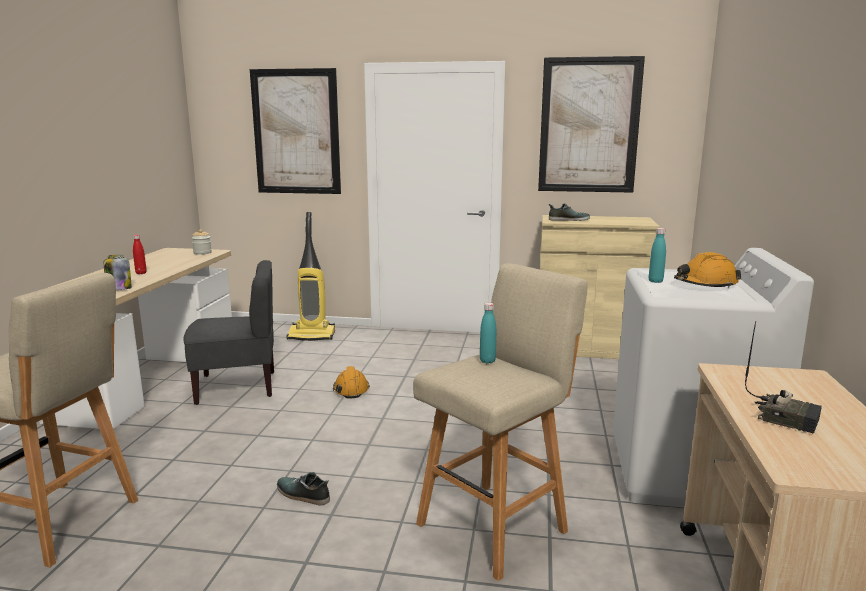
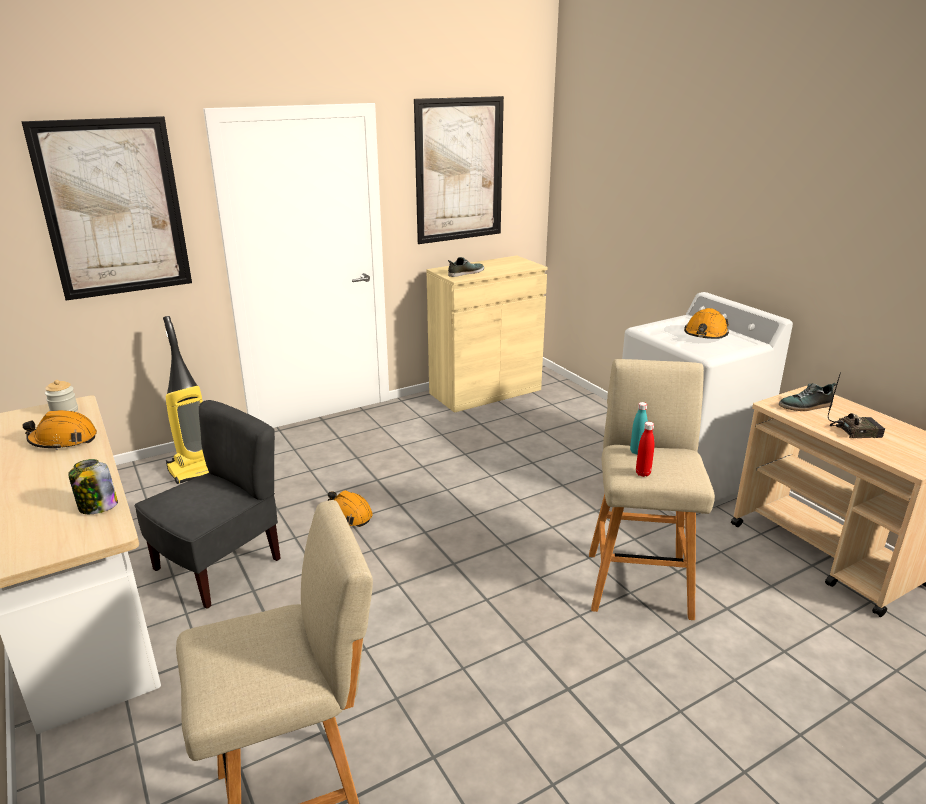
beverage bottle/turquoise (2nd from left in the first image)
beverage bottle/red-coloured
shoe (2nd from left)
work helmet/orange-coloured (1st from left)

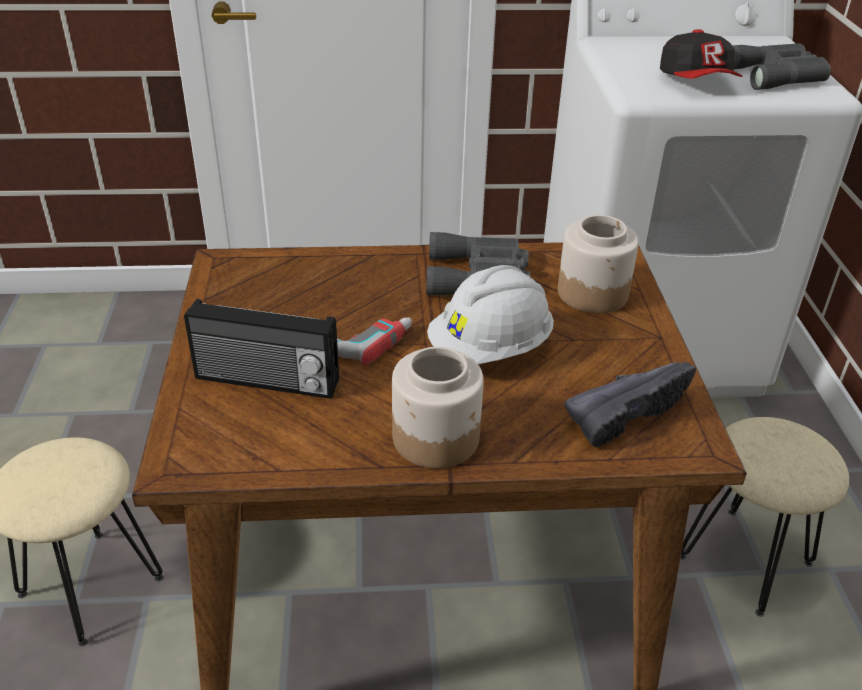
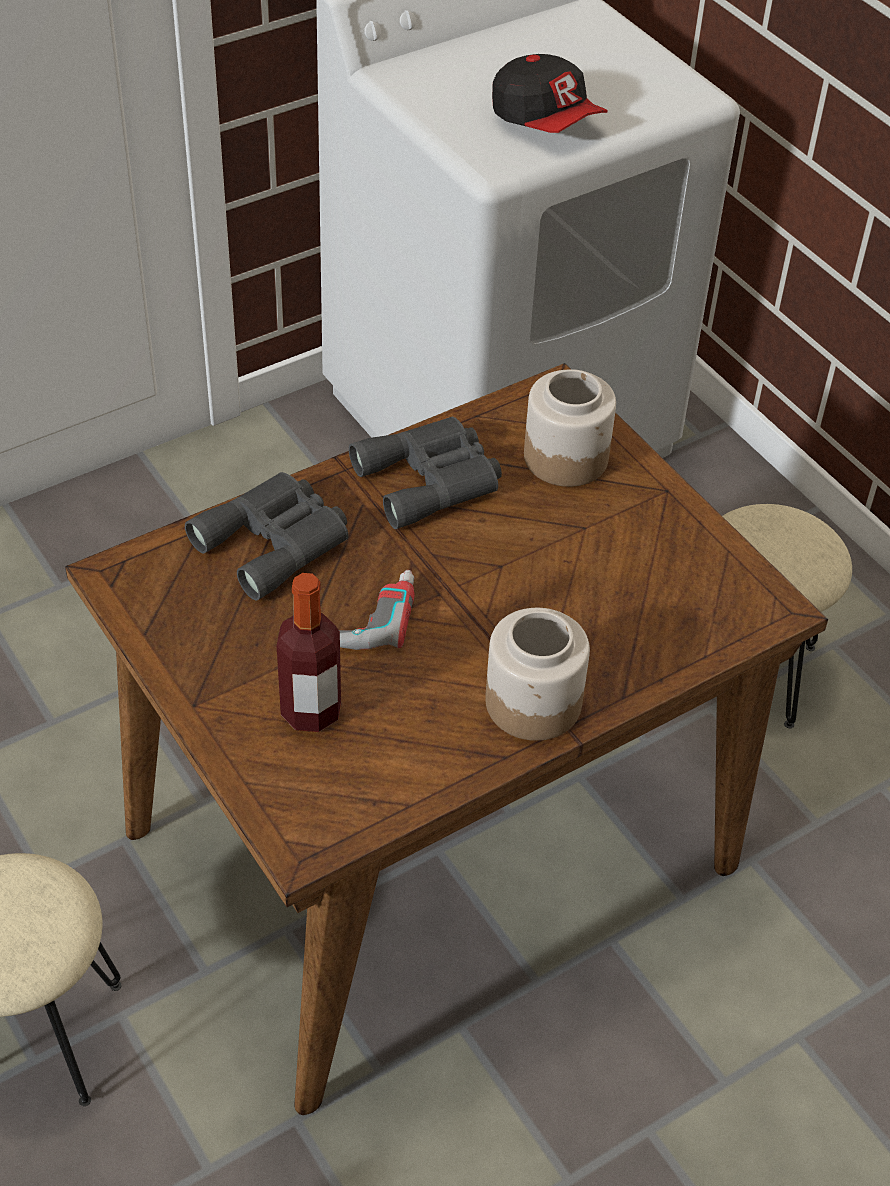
field glasses/greyish (1st from left)
work helmet/white-coloured
beverage bottle
shoe/black-coloured

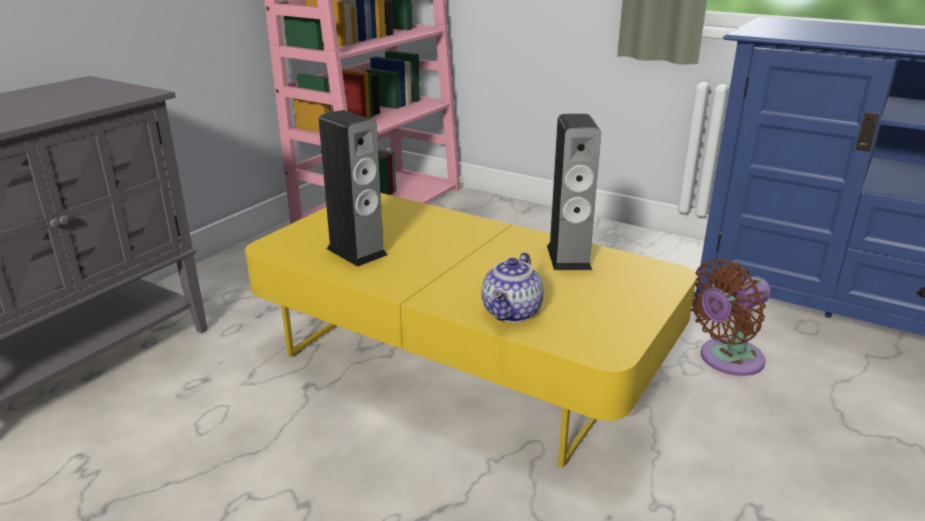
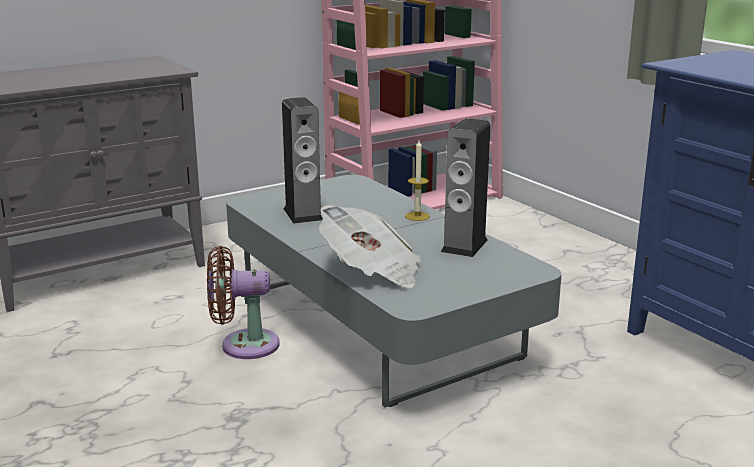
low table/greyish
newspaper
electric fan/brown
wax candle

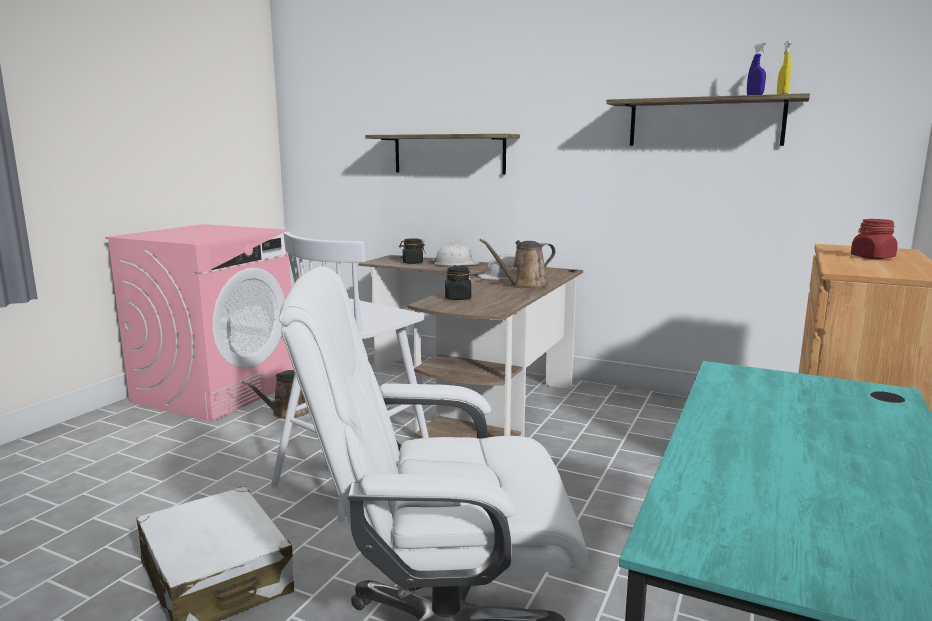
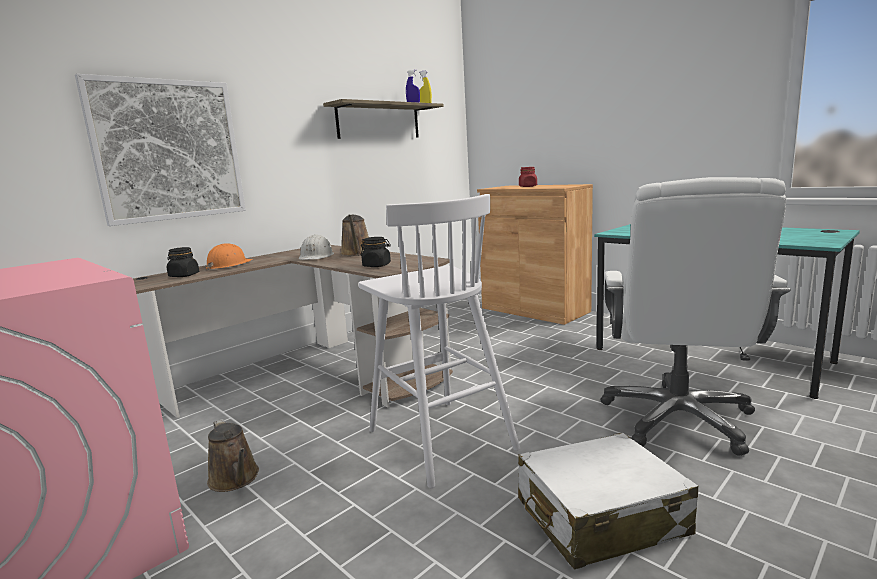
picture
work helmet/orange-coloured

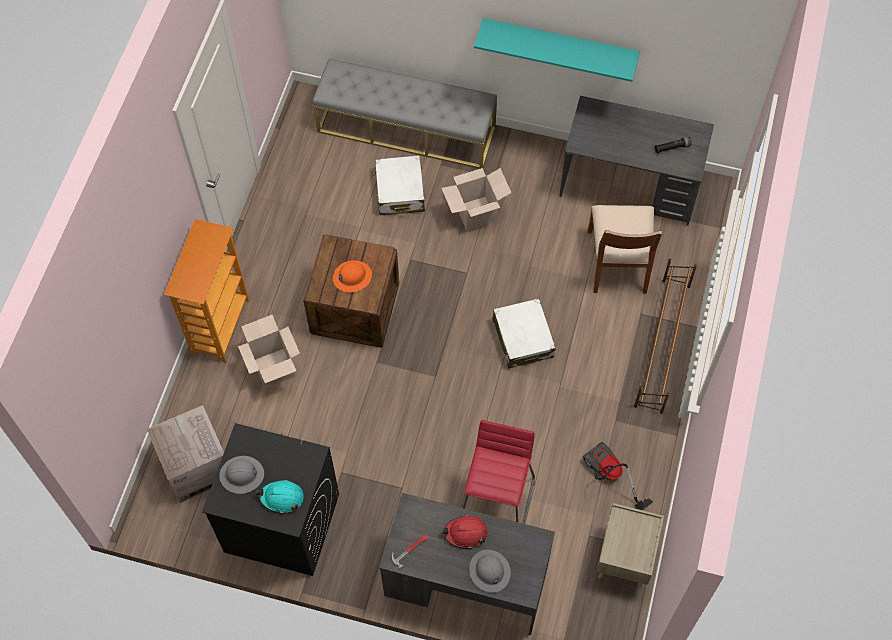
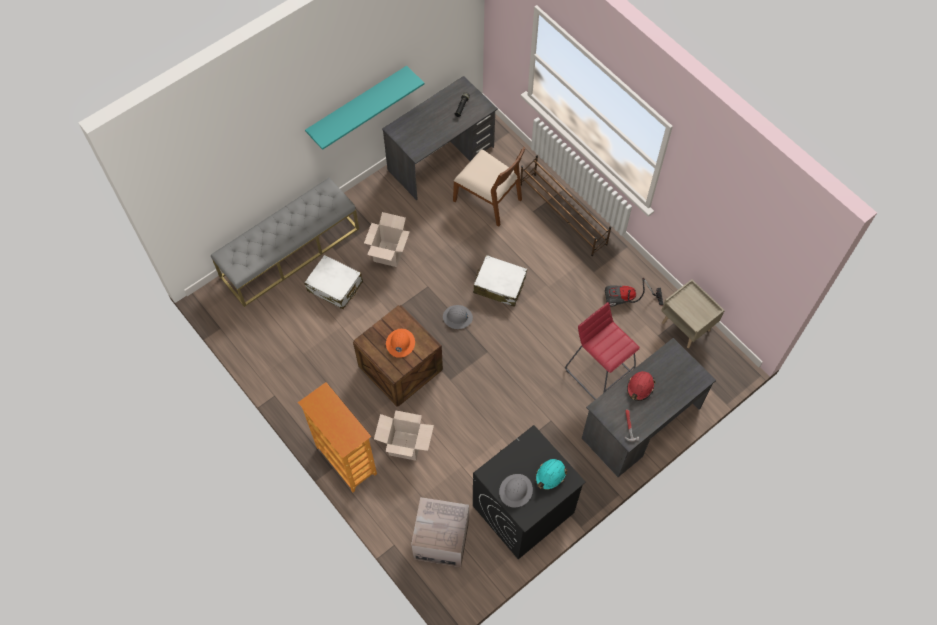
work helmet/greyish (1st from left)

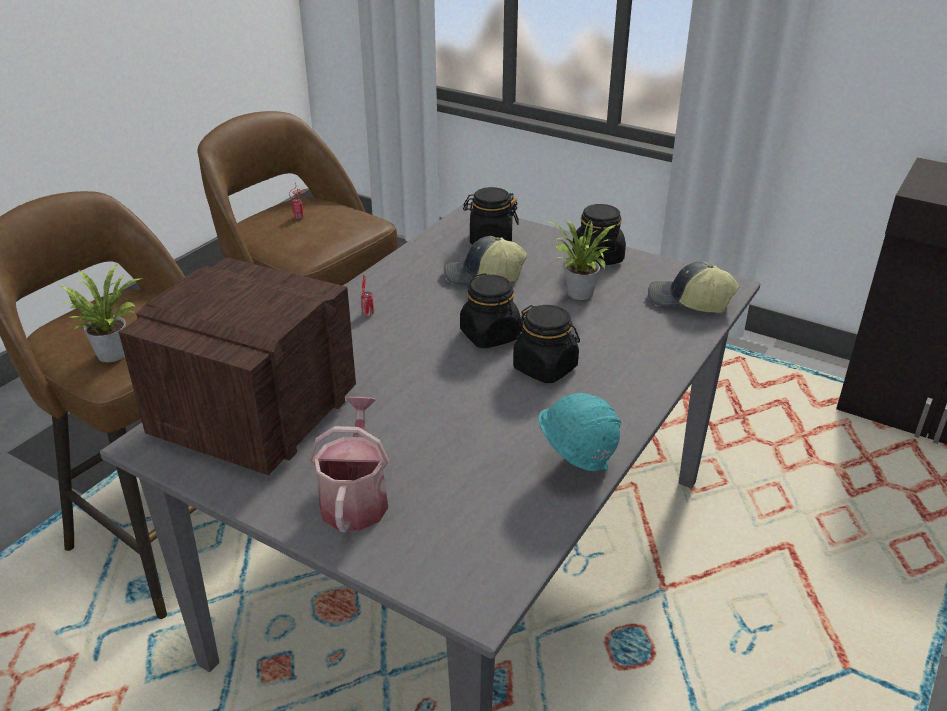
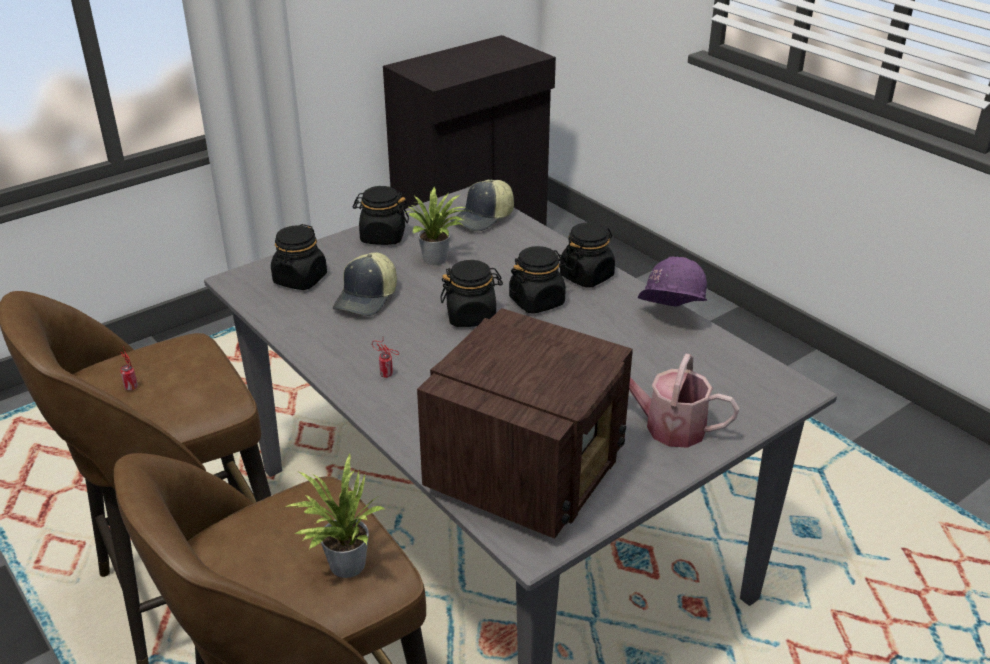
radio set
work helmet/purple
storage jar/black-coloured (5th from left)

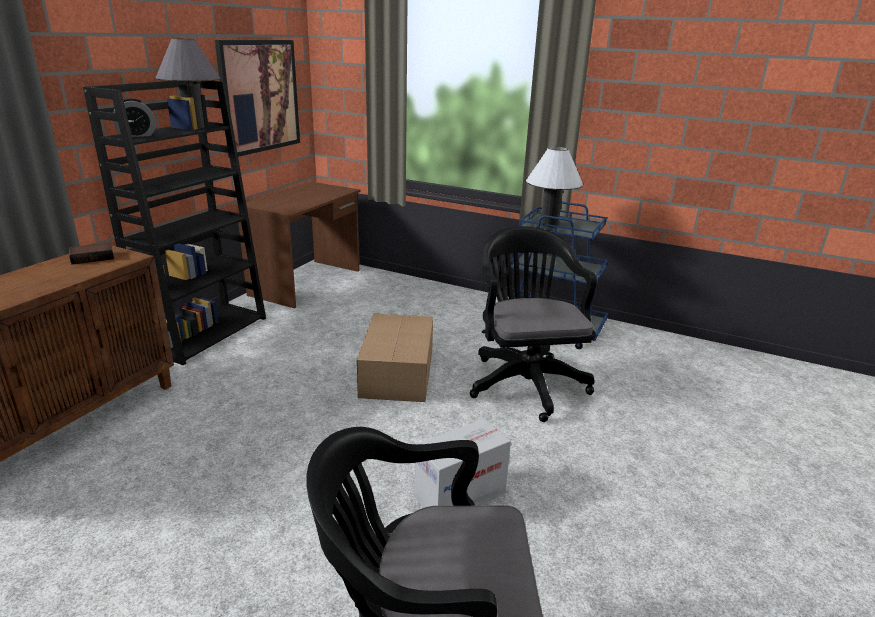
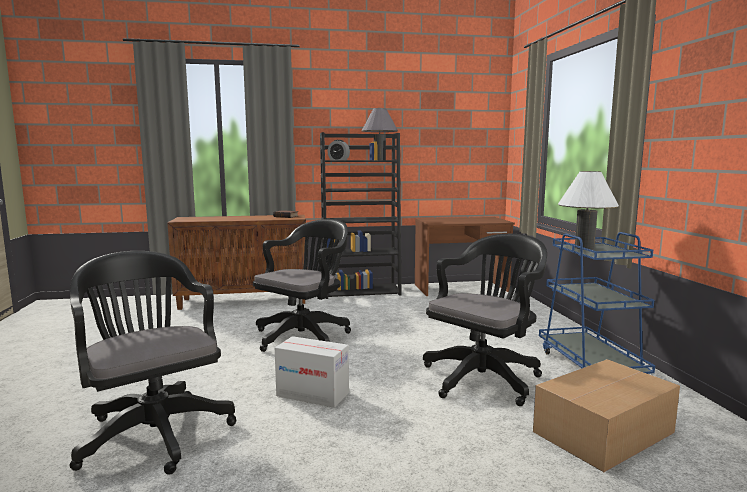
picture
cardboard box (2nd from left)
computer chair/black-coloured (2nd from left)

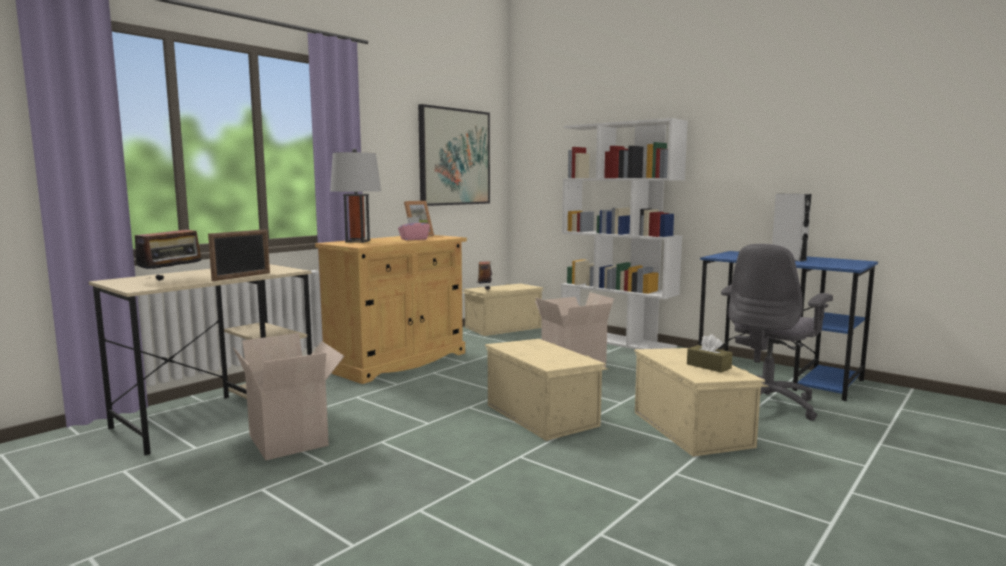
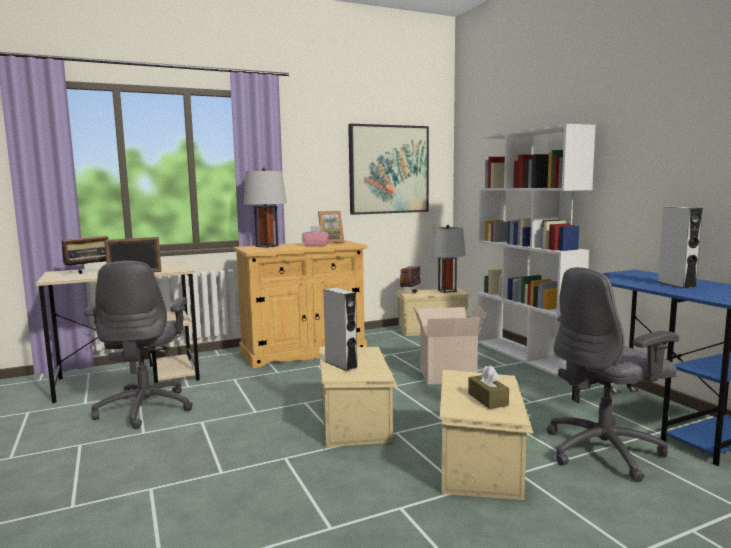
computer chair/greyish (1st from left)
lamp for a table/greyish (2nd from left)
speaker/greyish (1st from left)

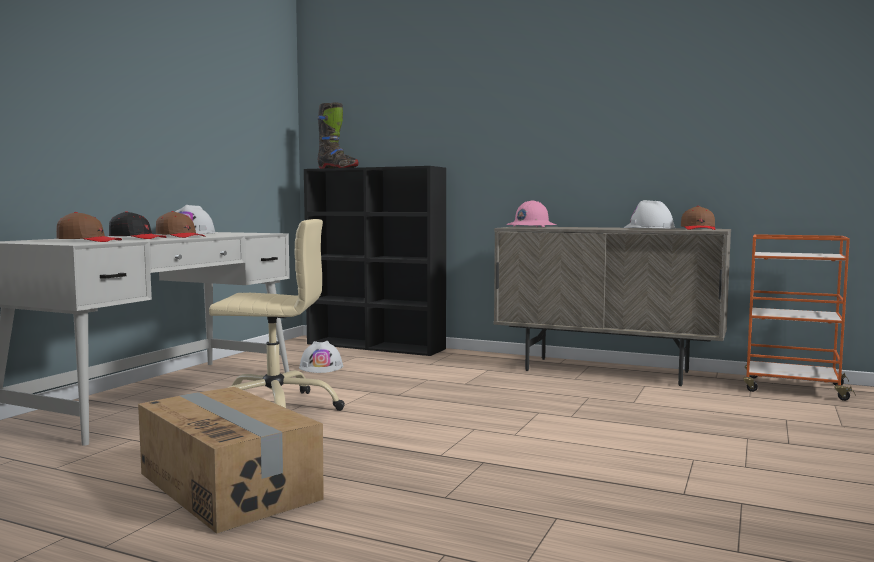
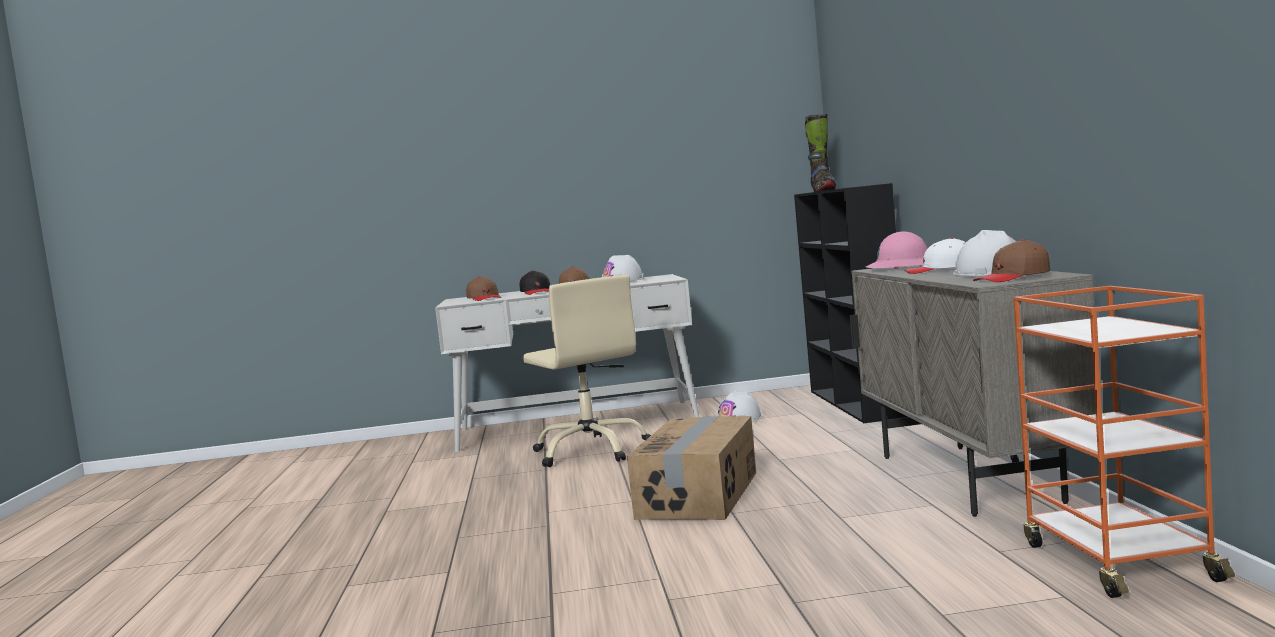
cardboard box
cap/white-coloured

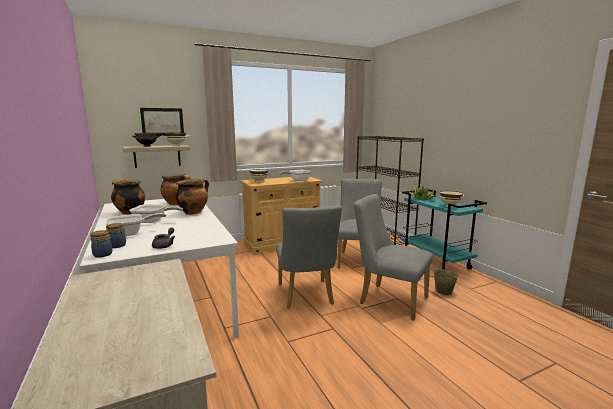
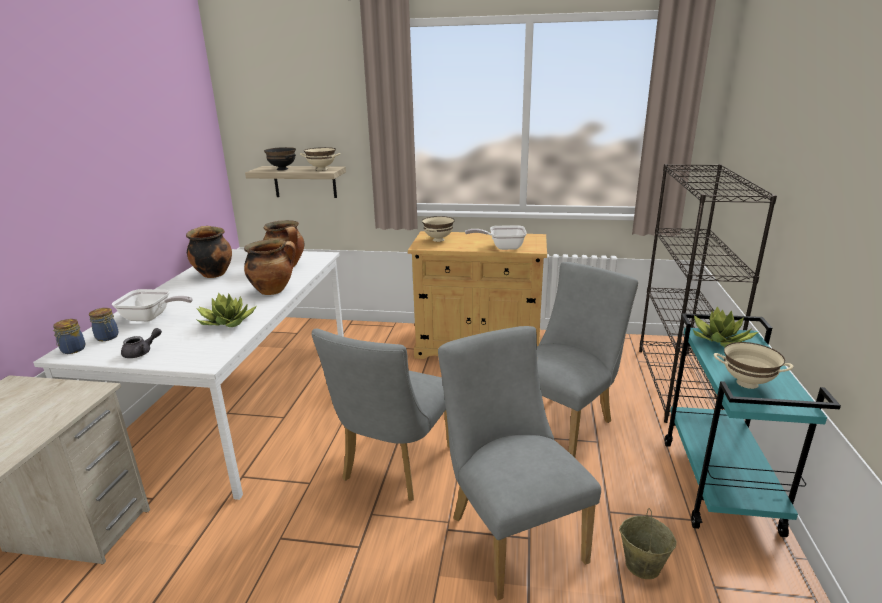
picture
skillet (2nd from left in the first image)
plant in a pot (1st from left)

